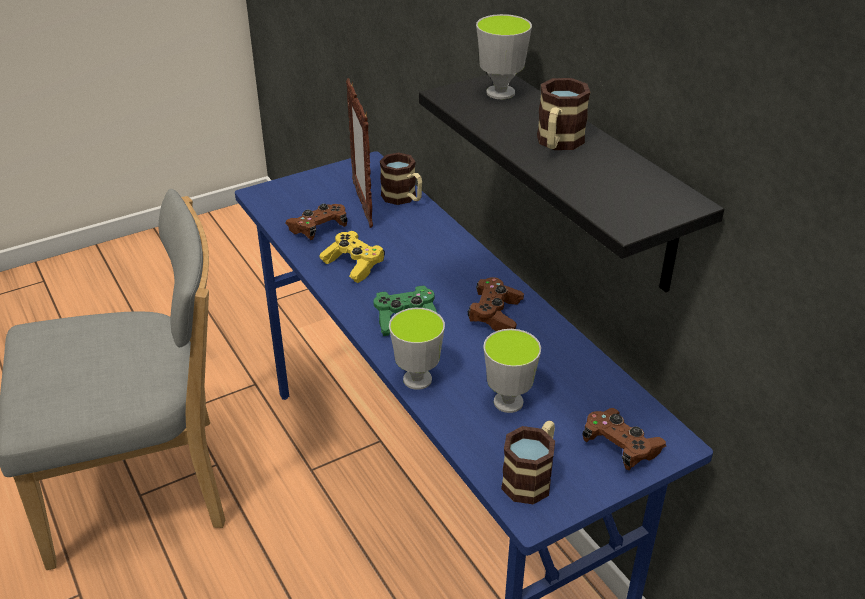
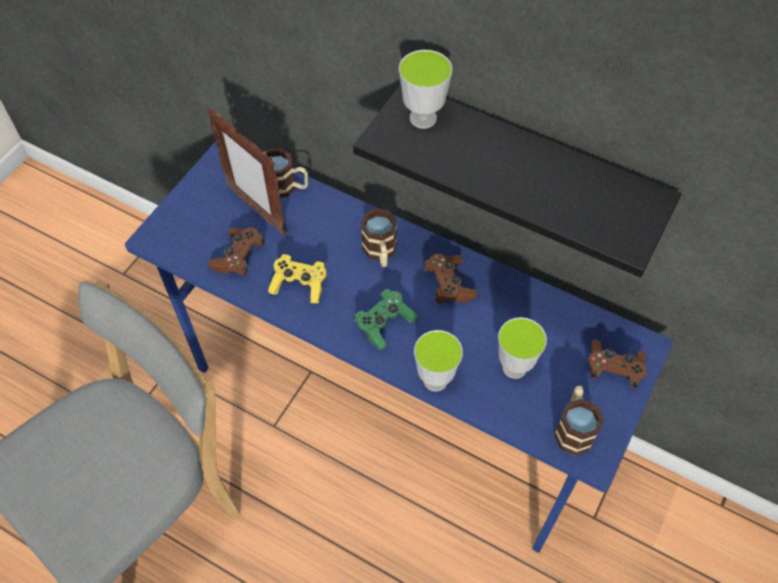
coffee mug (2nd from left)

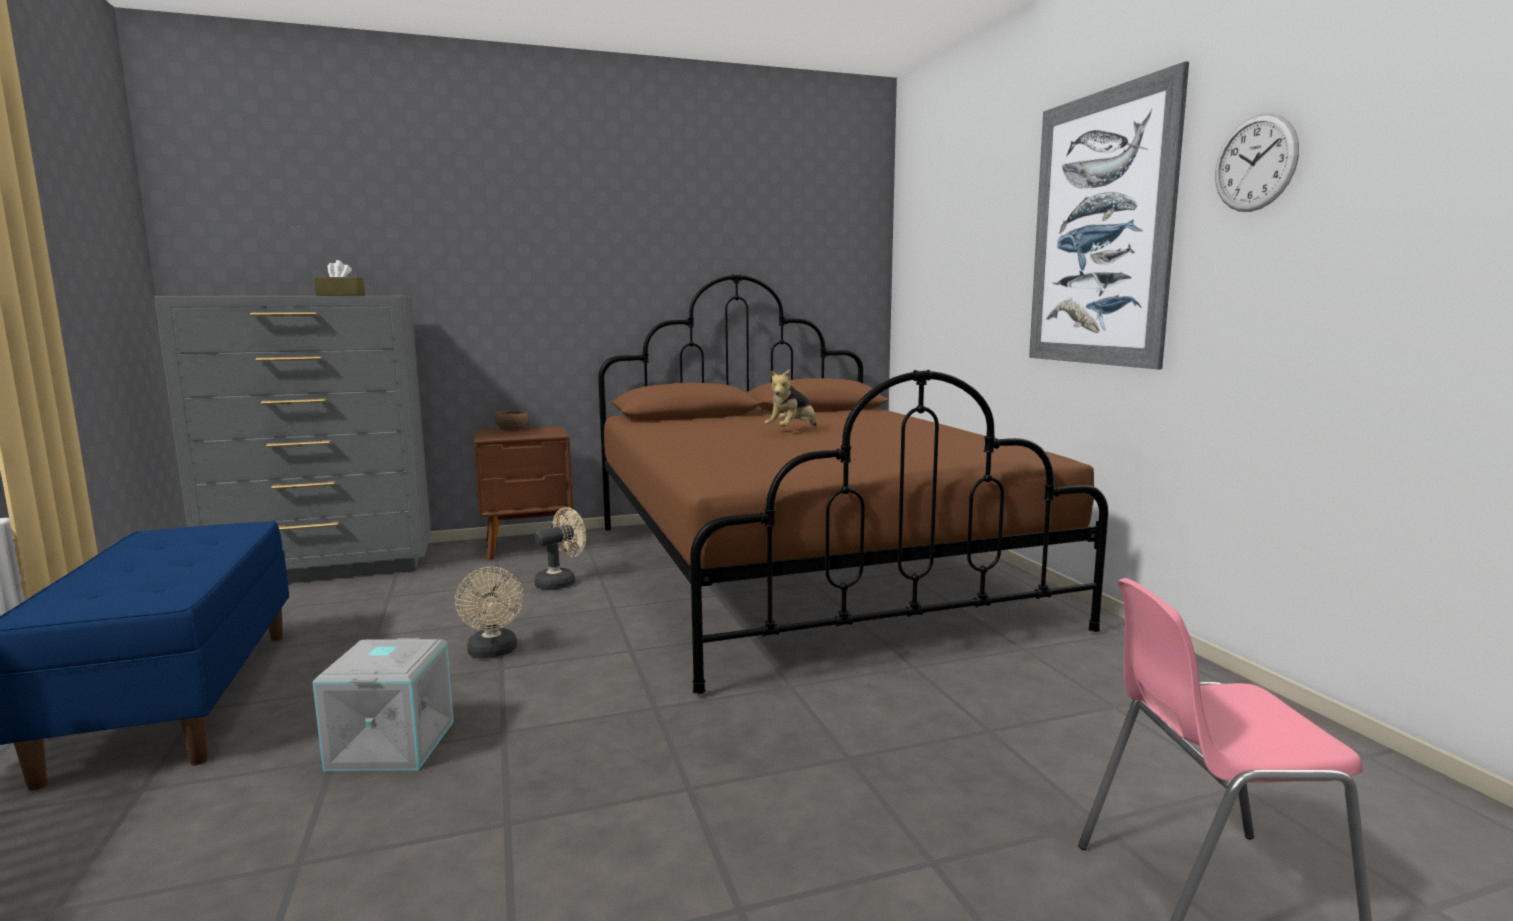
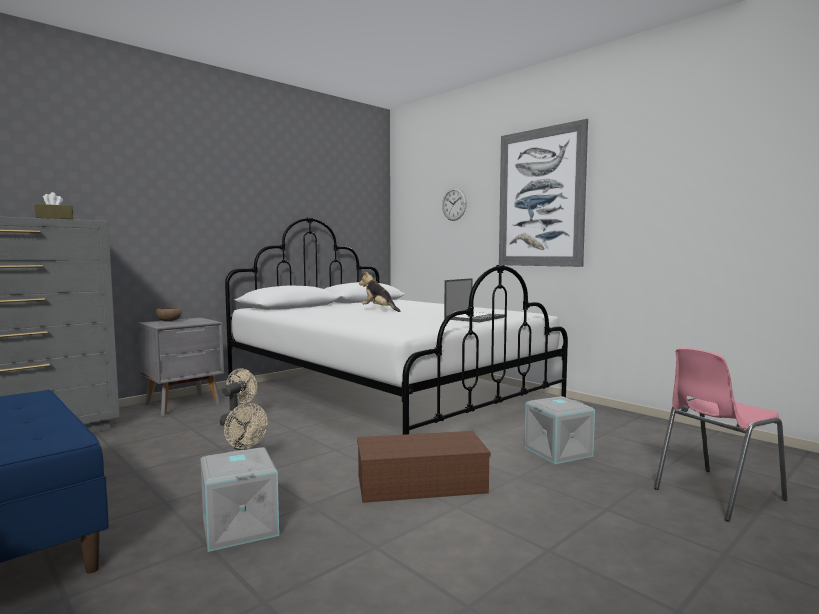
wall clock
bedroom bed/white-coloured
cuddly toy
nightstand/greyish
notebook computer
storage bin/greyish (2nd from left)
storage bin/brown

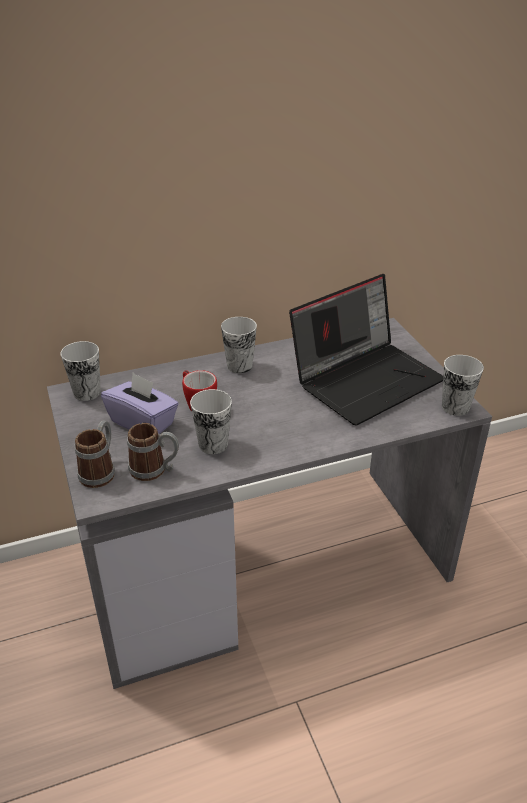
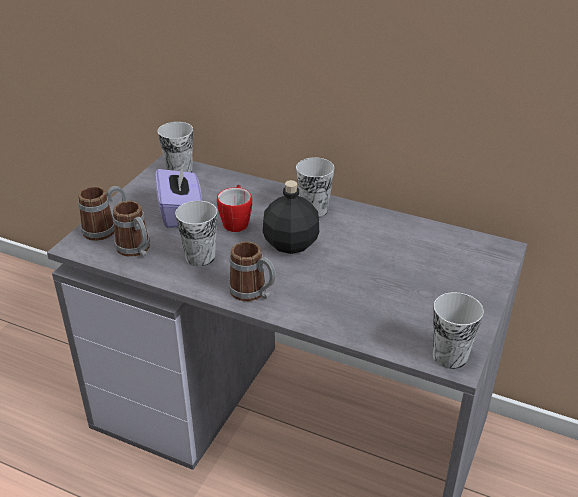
notebook computer
beverage bottle/black-coloured
coffee mug (4th from left)

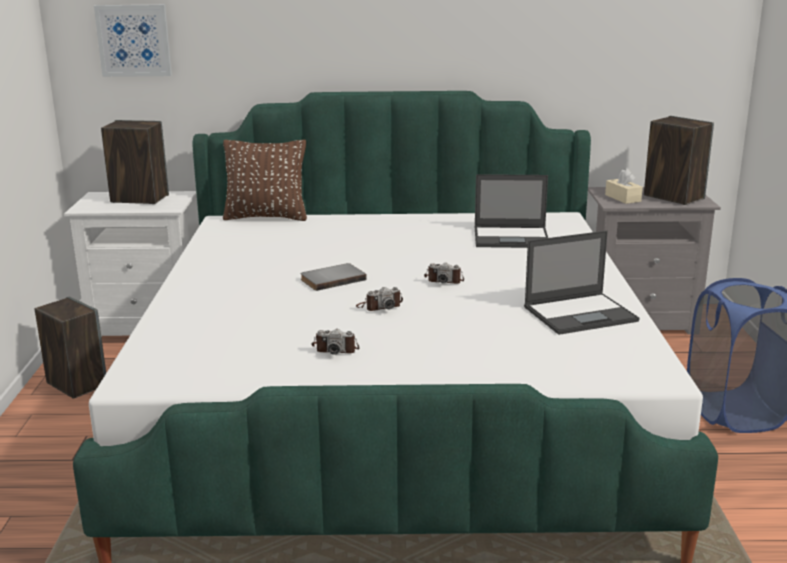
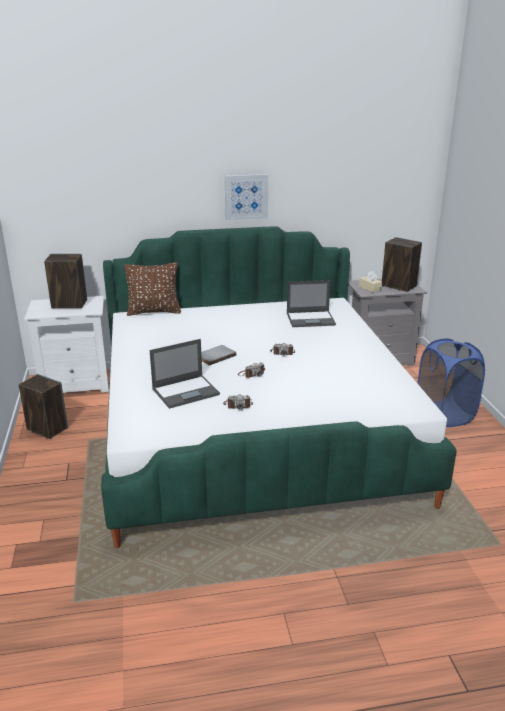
picture
notebook computer (1st from left)

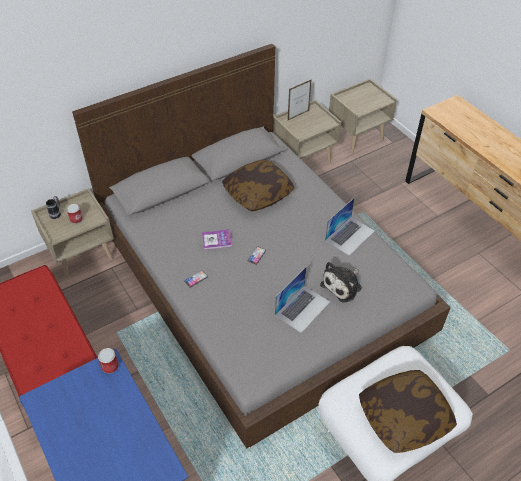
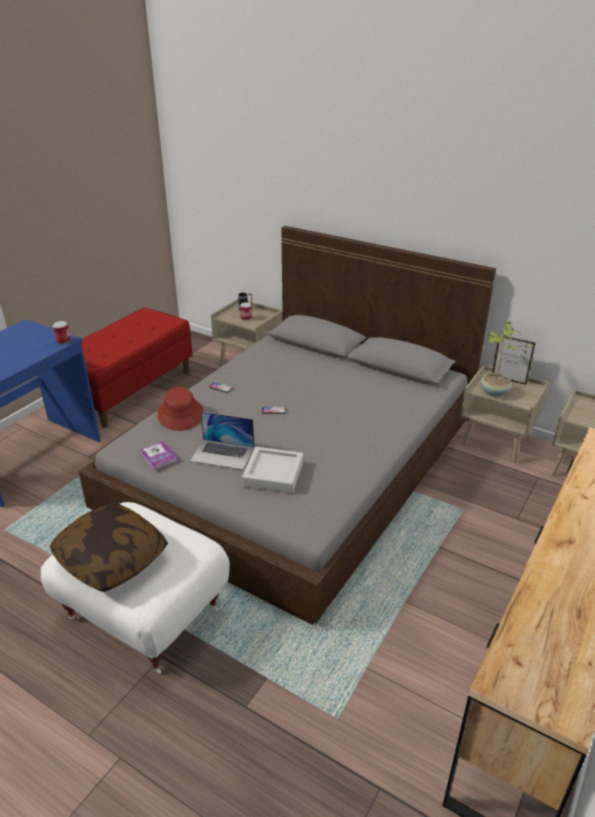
pillow (1st from left in the first image)
notebook computer (2nd from left in the first image)
bound book
carrying tray/greyish
plant in a pot
hat/red-coloured

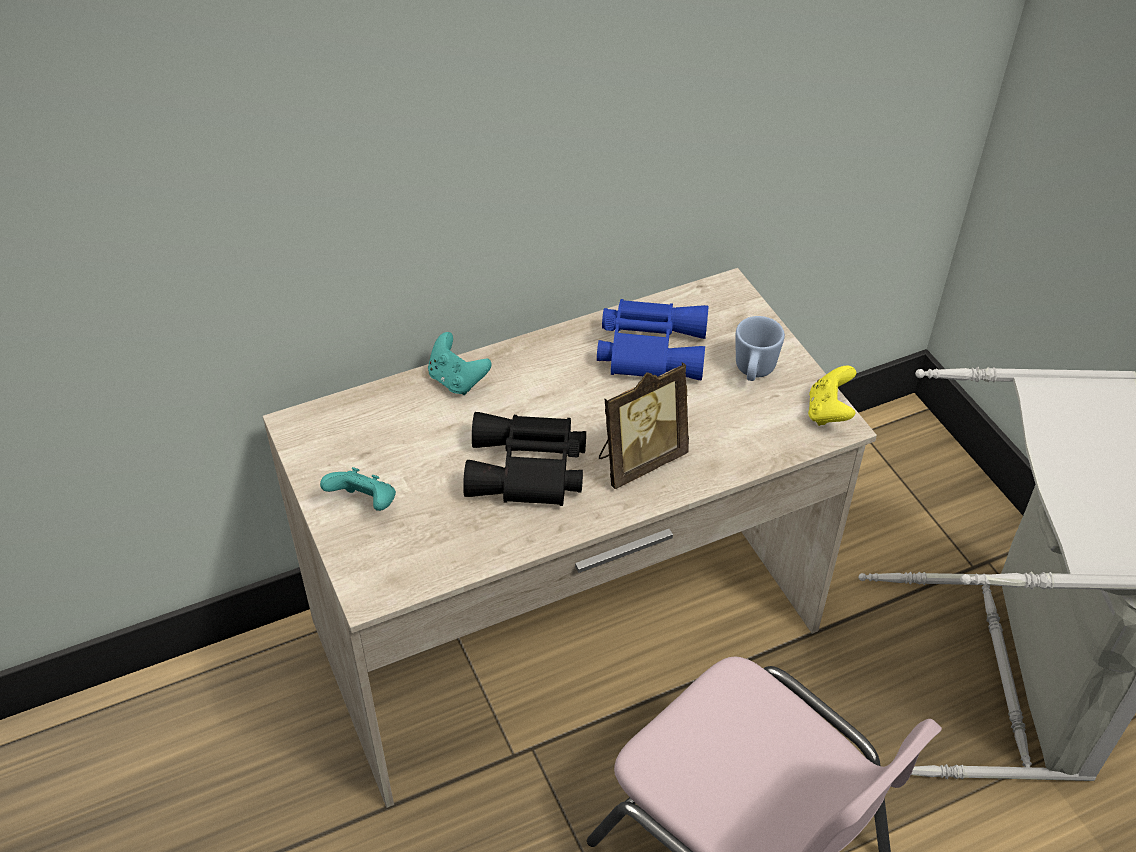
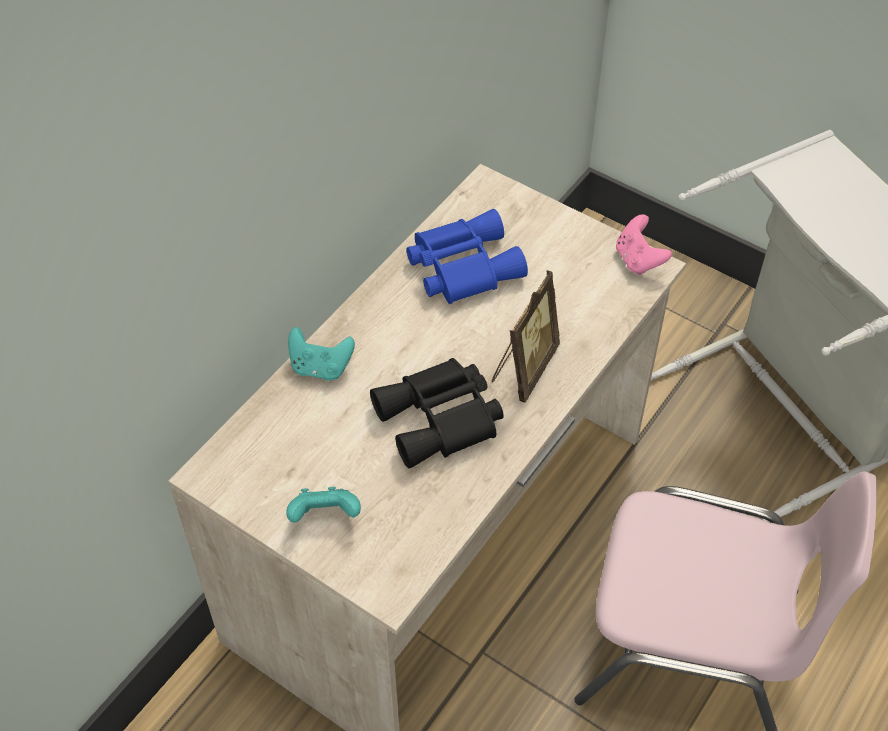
coffee mug/blue-coloured
joypad/pinkish

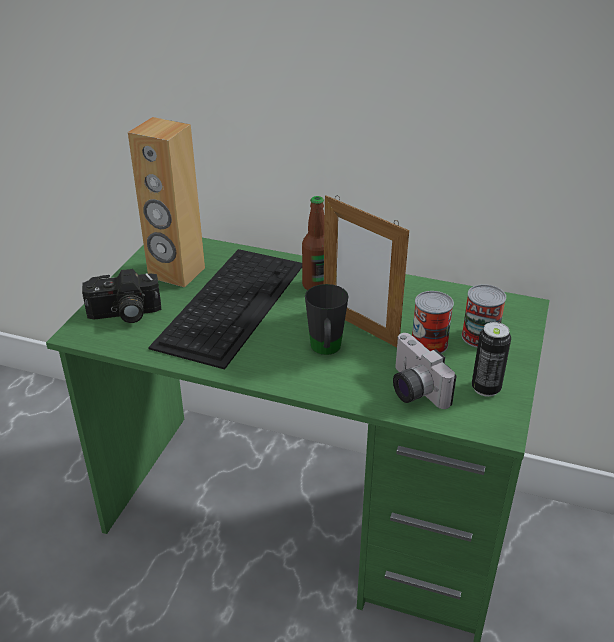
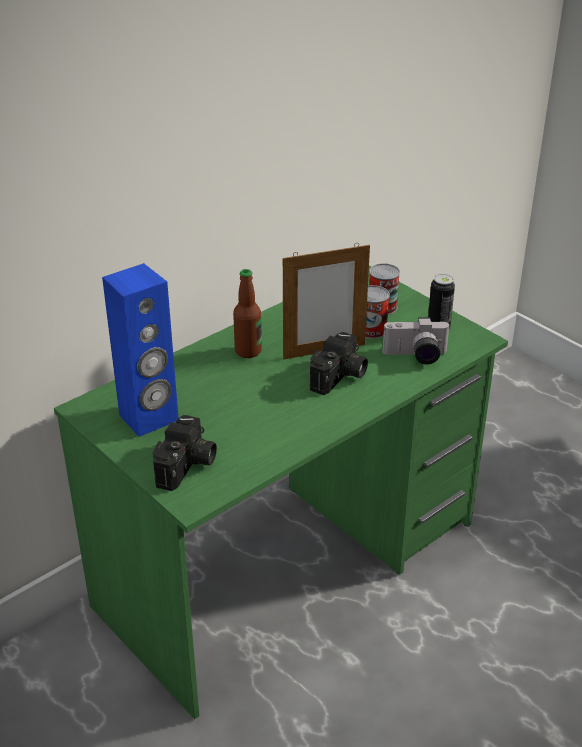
speaker/blue-coloured
PC keyboard
photo camera (2nd from left)

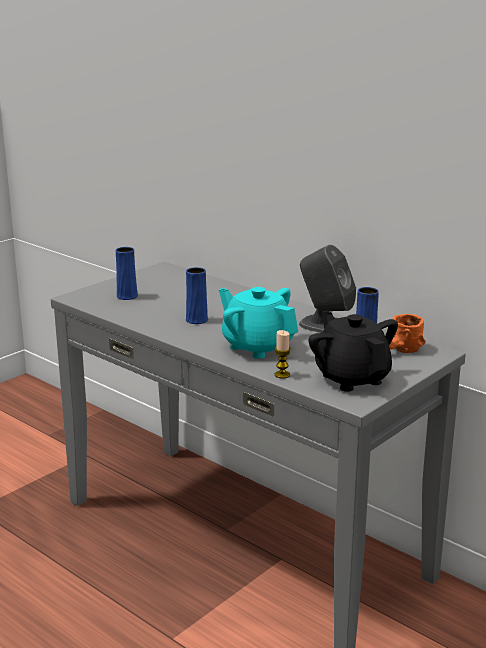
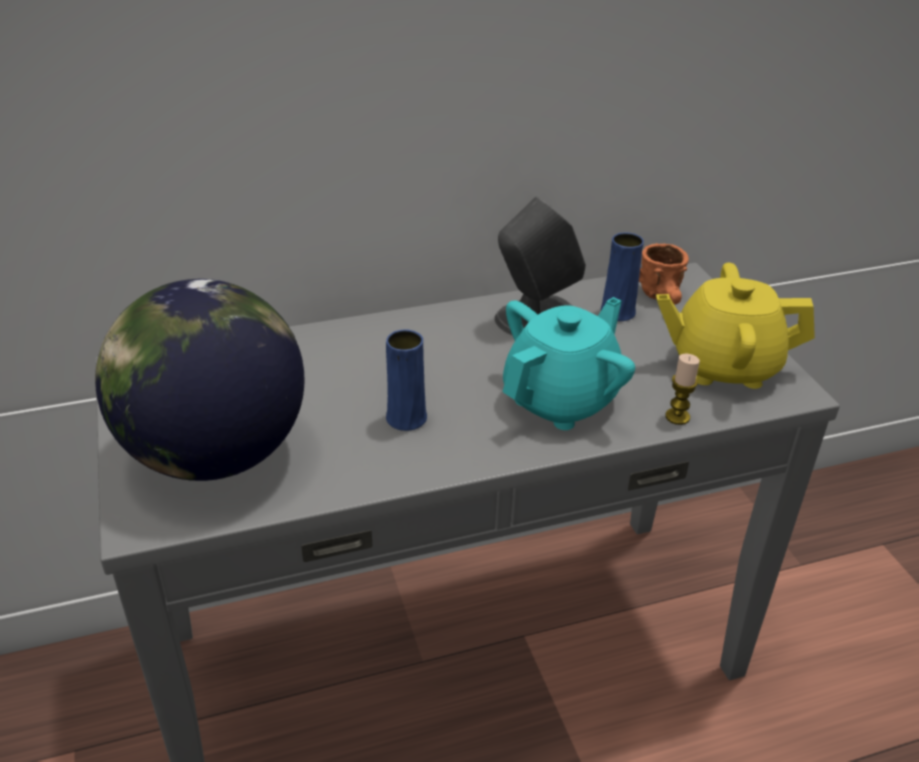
world globe
pot for tea/turquoise
pot for tea/yellow-coloured

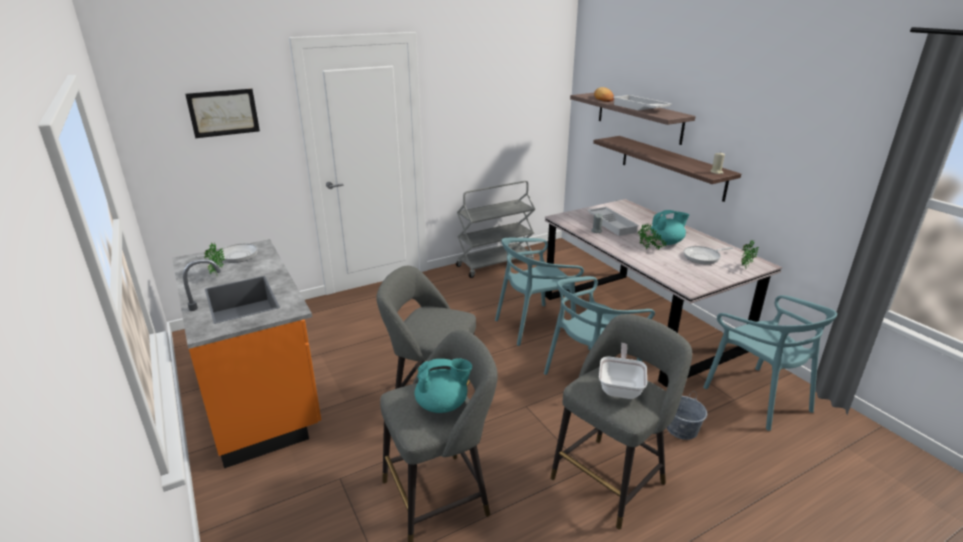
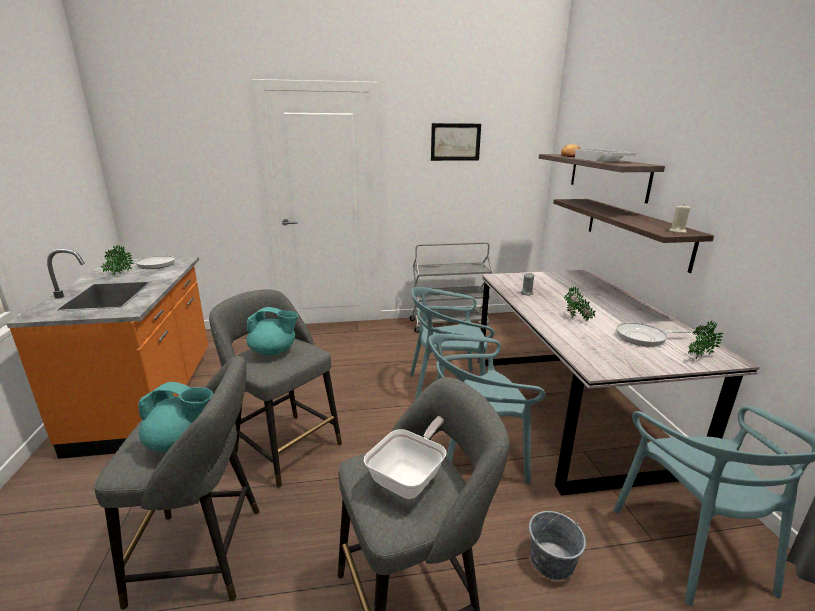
picture
carrying tray/white-coloured (1st from left in the first image)
pot for tea/turquoise (2nd from left)

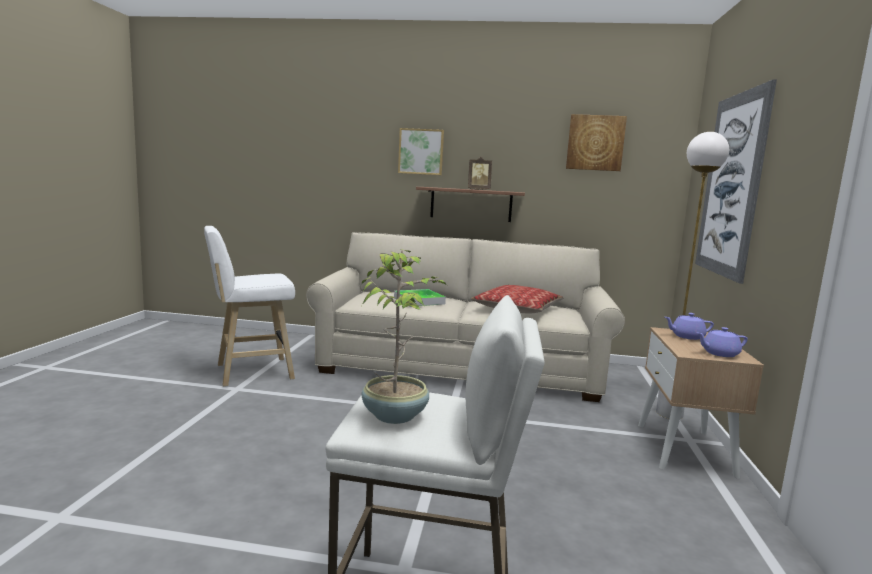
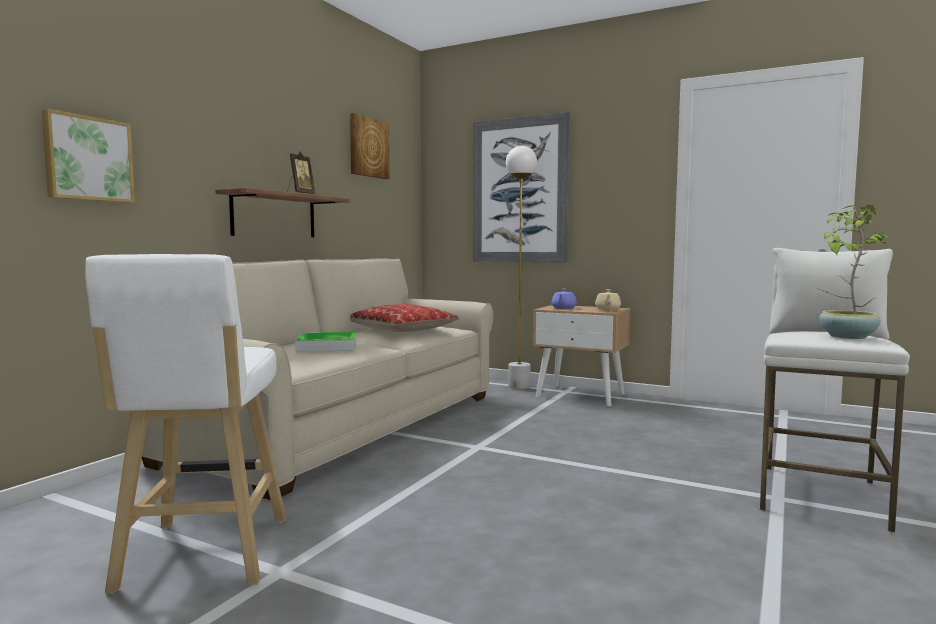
picture (1st from left)
pot for tea/sand-coloured

